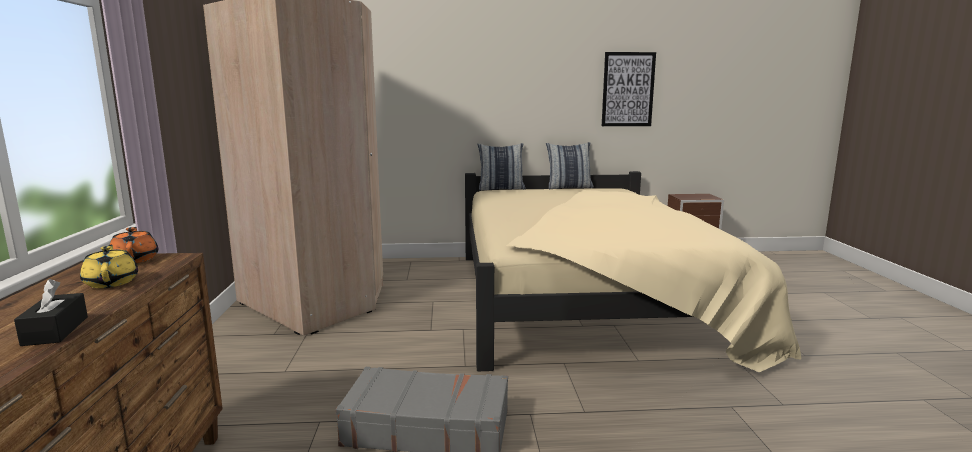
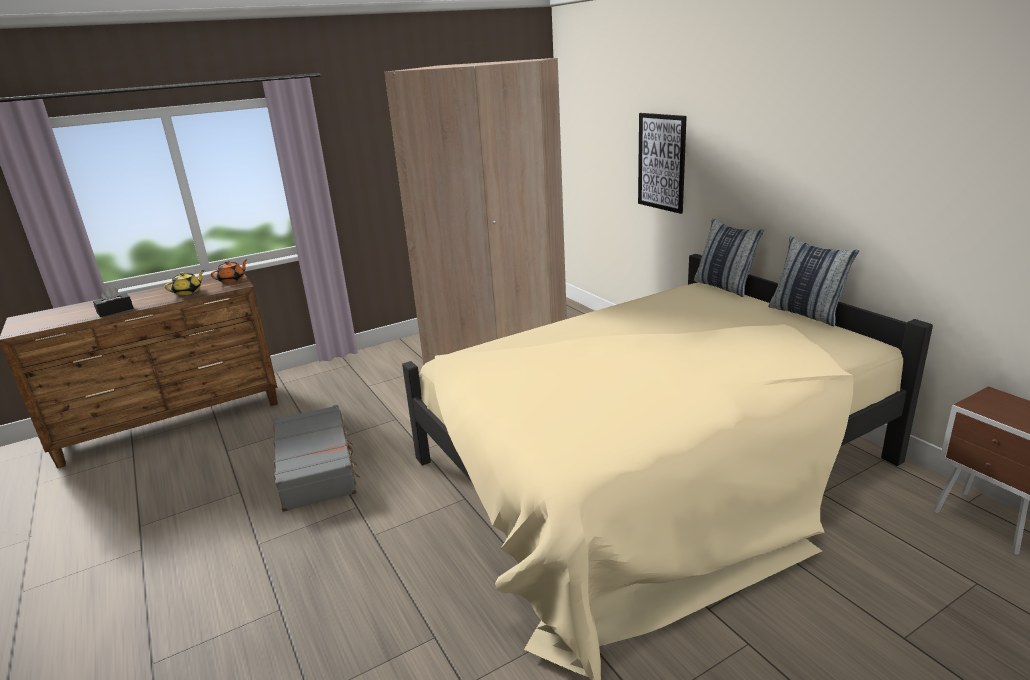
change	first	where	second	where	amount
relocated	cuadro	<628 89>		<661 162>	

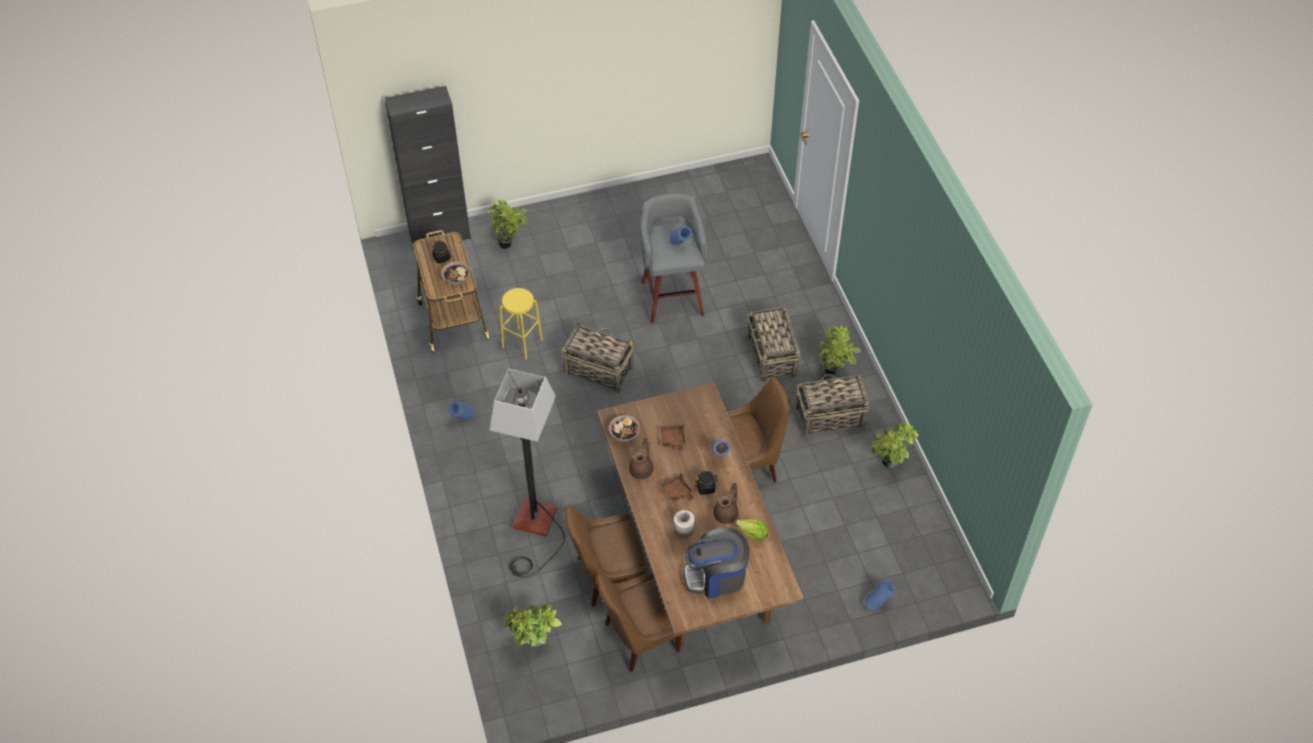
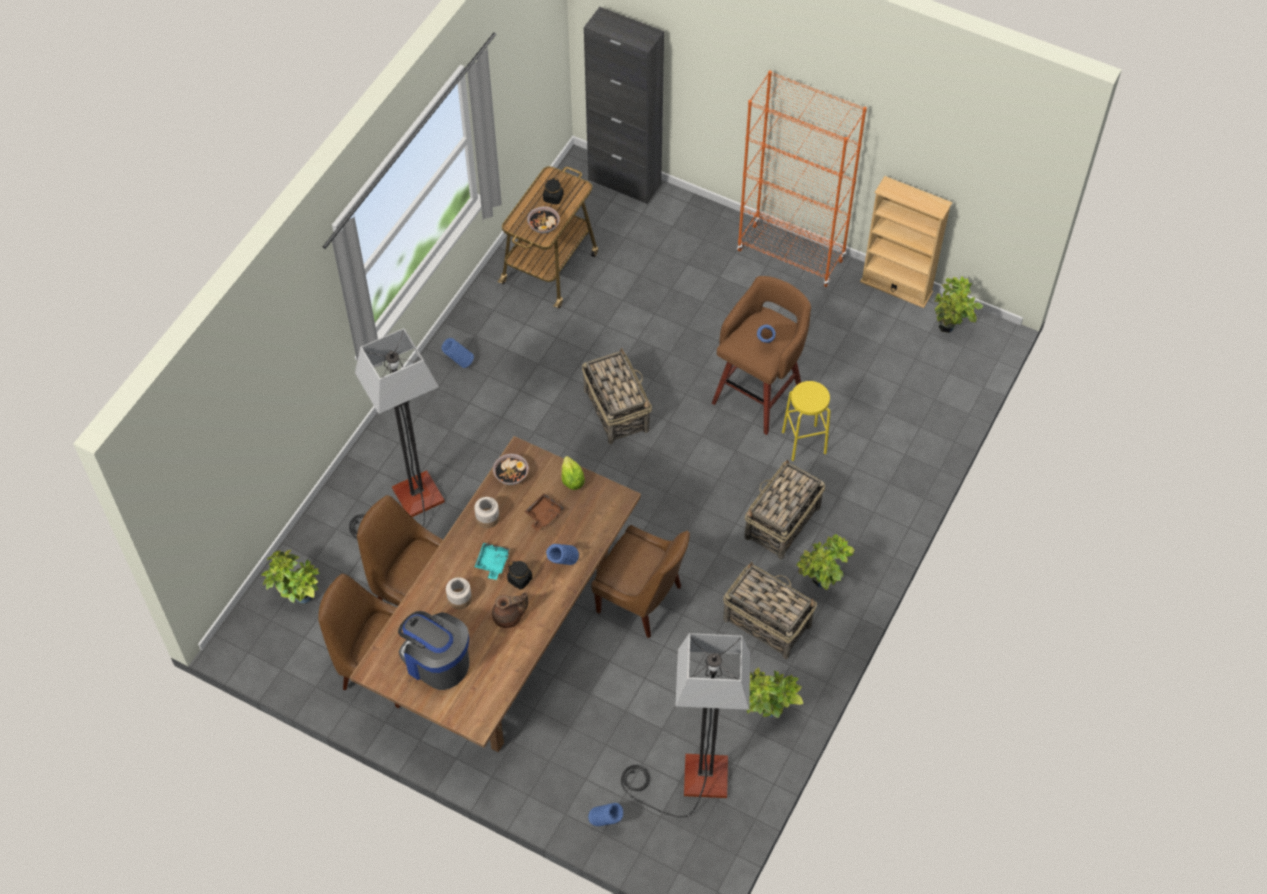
change	first	where	second	where	amount
colour	taburete/gris	<672 297>	taburete/marrón	<759 394>	
relocated	planta en maceta	<509 245>		<949 330>	
relocated	taburete/amarillo	<522 343>		<804 442>	
exchanged	tetera/marrón	<642 469>	tarro	<487 518>	
colour	bandeja/marrón	<677 492>	bandeja/turquesa	<492 563>	
relocated	lechuga	<753 535>		<572 480>	
appeared			estantería/naranja	<791 255>	
appeared			estantería/beis	<896 286>	
appeared			lámpara de pie	<690 780>	

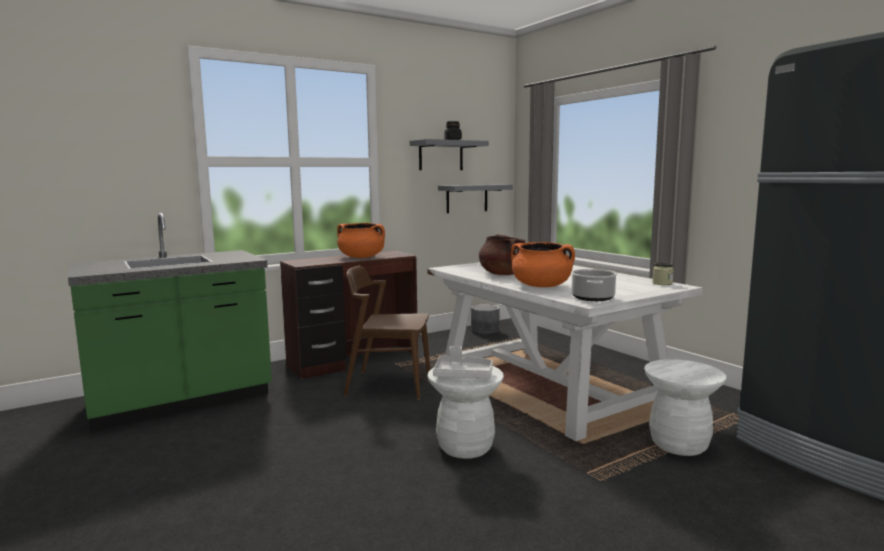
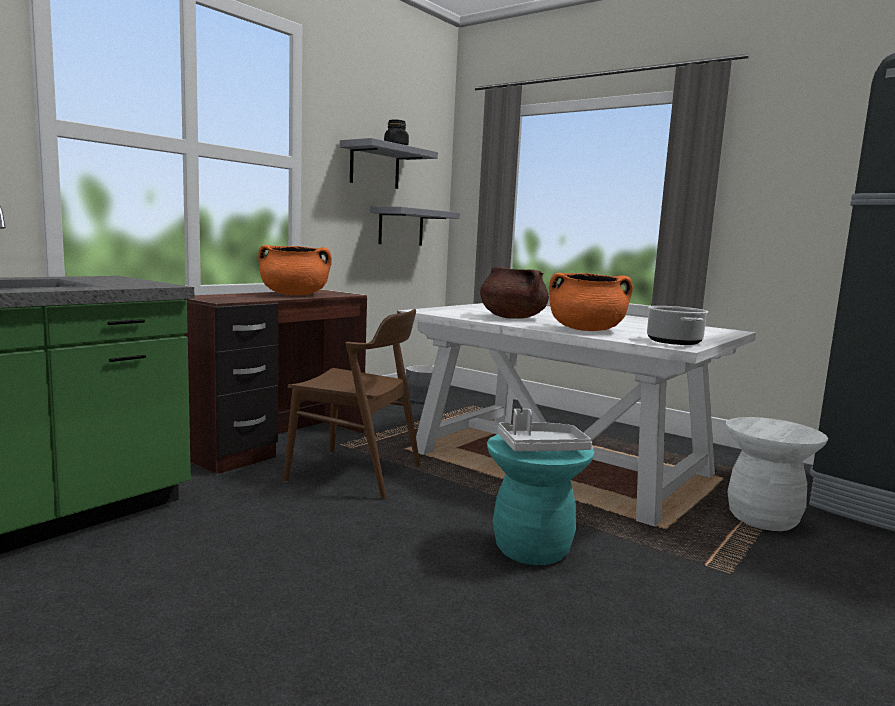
change	first	where	second	where	amount
missing	tarro	<662 283>			
spun	silla/marrón	<388 385>		<355 474>	150 degrees counterclockwise
colour	taburete/blanco	<465 447>	taburete/turquesa	<532 549>	

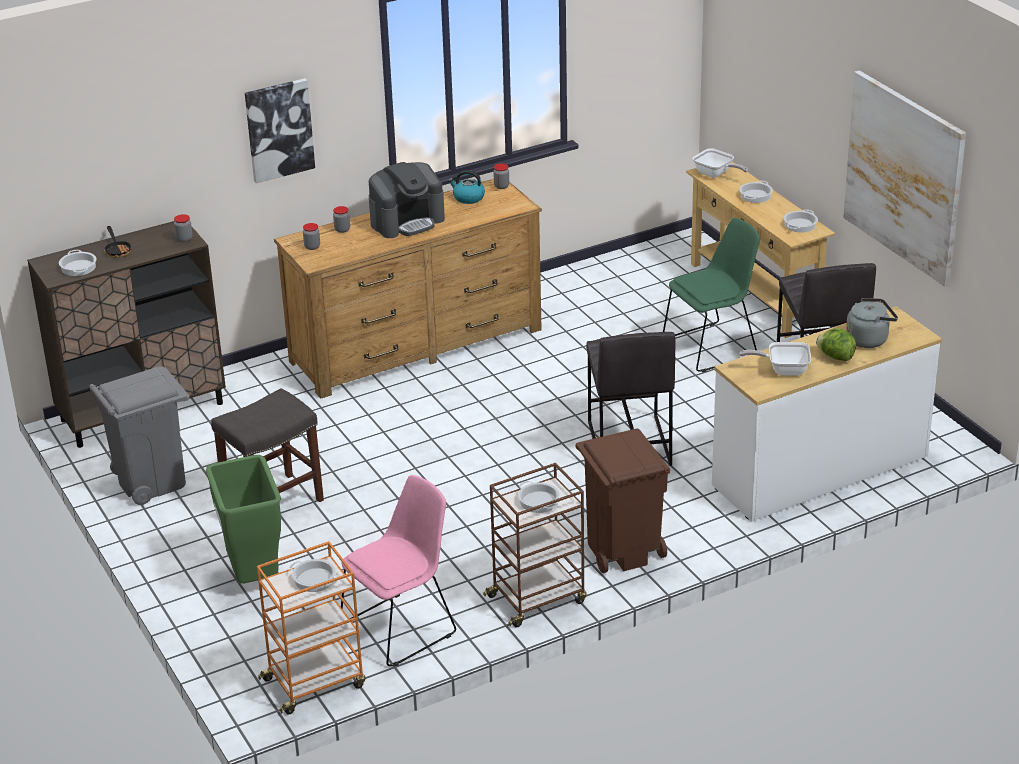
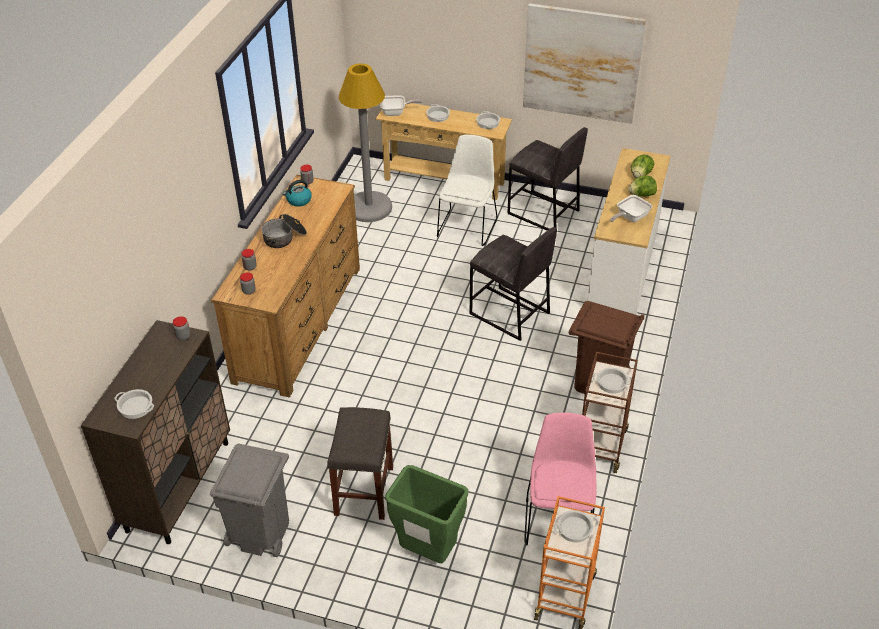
change	first	where	second	where	amount
missing	cuadro	<279 129>			
exchanged	cafetera	<407 221>	olla	<284 238>	
colour	silla/verde	<712 346>	silla/blanco	<467 226>	
missing	sartén	<117 250>			
exchanged	hervidor/gris	<869 339>	lechuga	<640 175>	
appeared			lámpara de pie/gris	<368 207>	

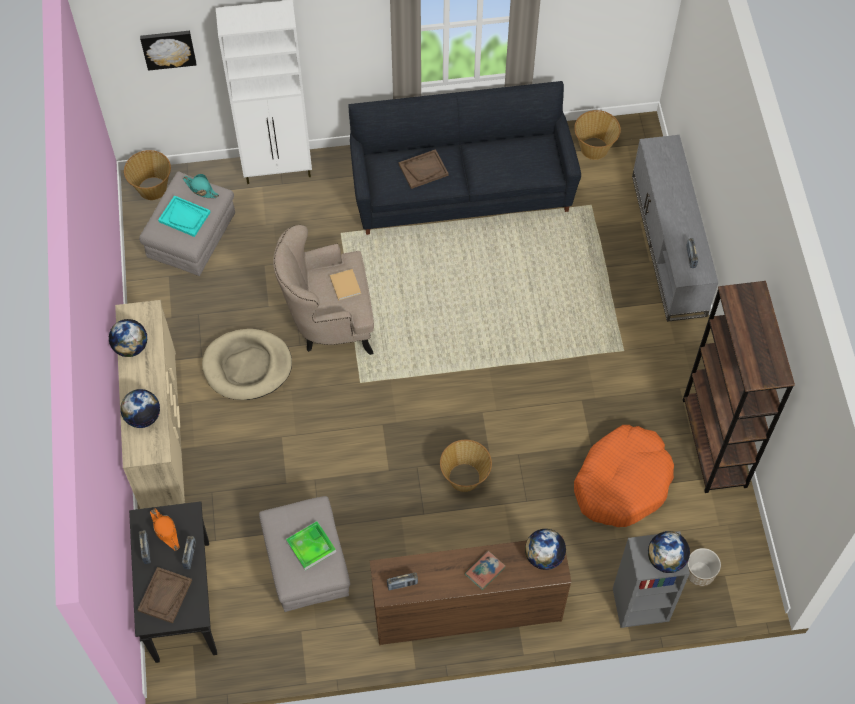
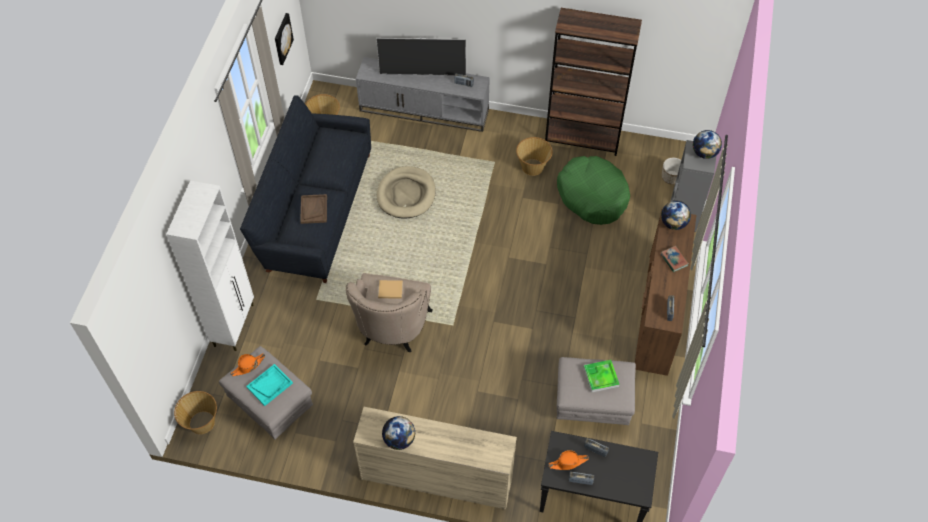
change	first	where	second	where	amount
relocated	cuadro	<168 48>		<282 38>	
colour	sombrero/turquesa	<200 189>	sombrero/naranja	<248 366>	
relocated	cama para perro/beis	<247 366>		<406 194>	
missing	globo terráqueo	<143 416>			
colour	cama para perro/naranja	<622 482>	cama para perro/verde	<592 196>	
relocated	cesta	<465 478>		<533 167>	
missing	bandeja/marrón	<165 595>			
appeared			televisor	<422 74>	

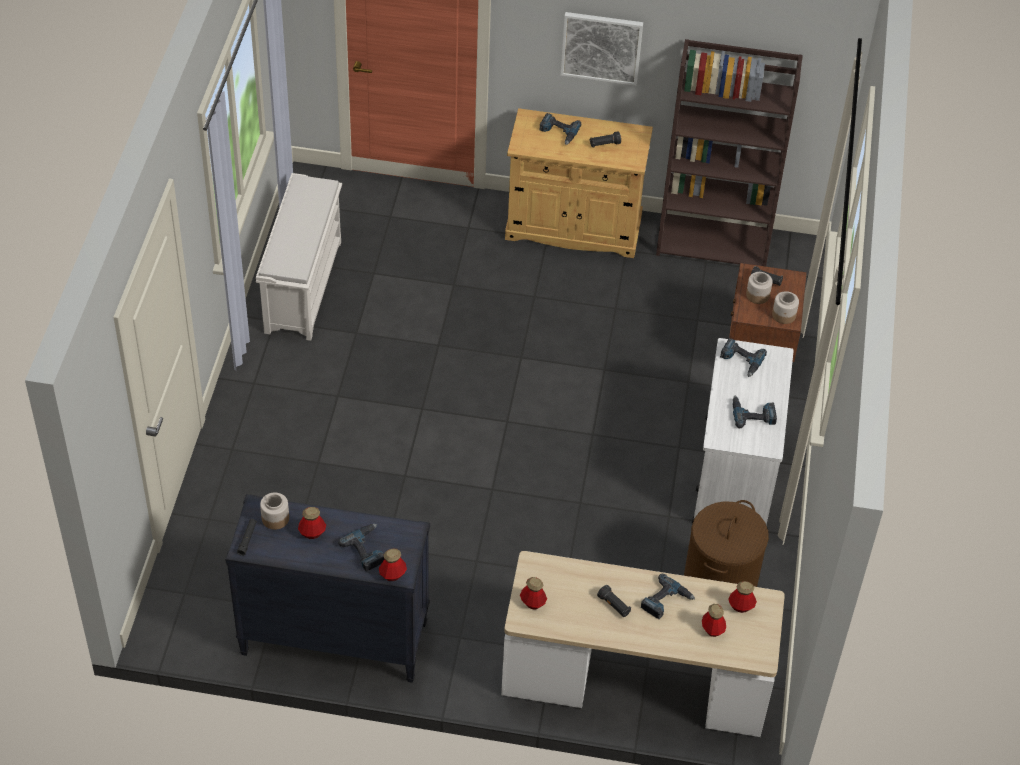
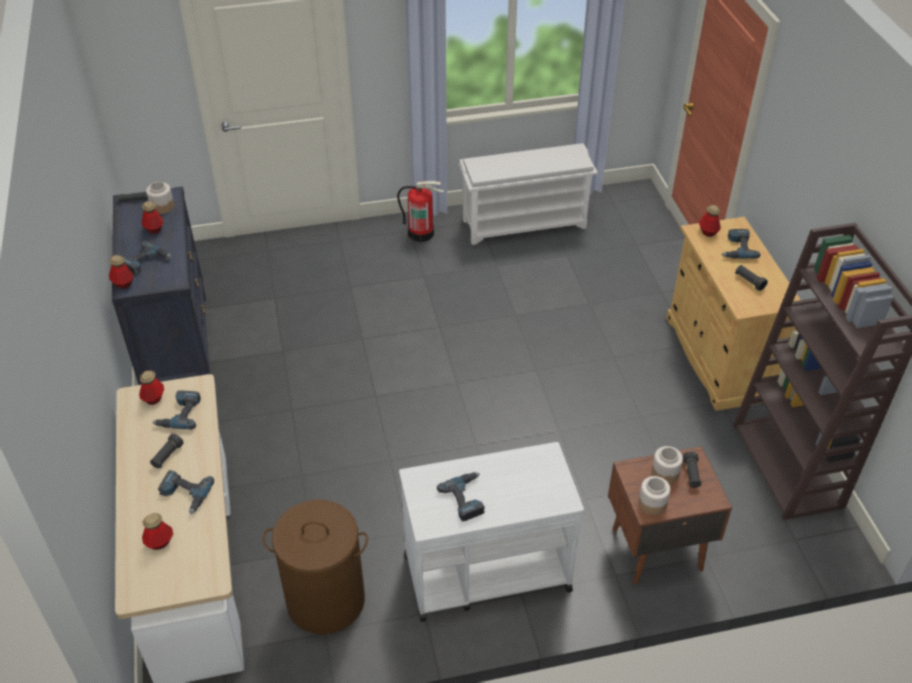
change	first	where	second	where	amount
missing	cuadro	<601 47>			
relocated	taladro	<741 360>		<179 414>	
relocated	botella	<741 606>		<708 232>	
appeared			extintor	<421 233>	

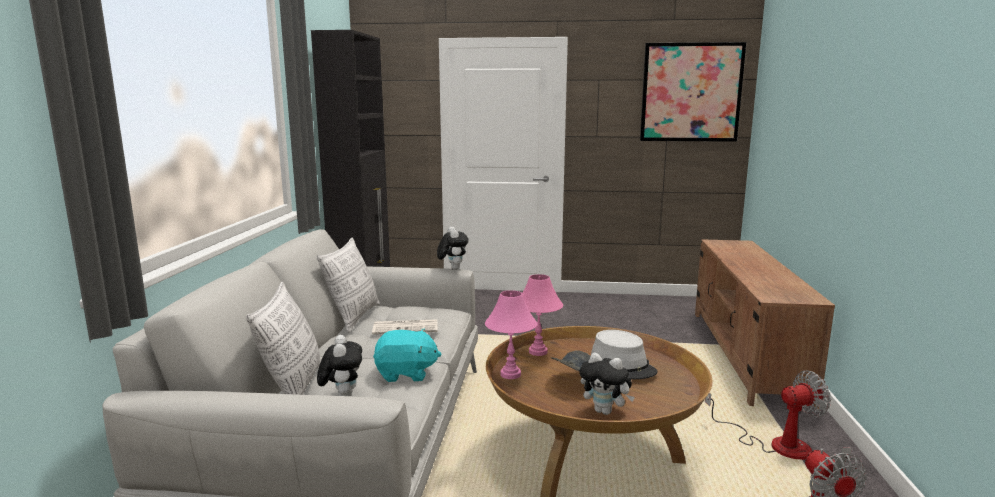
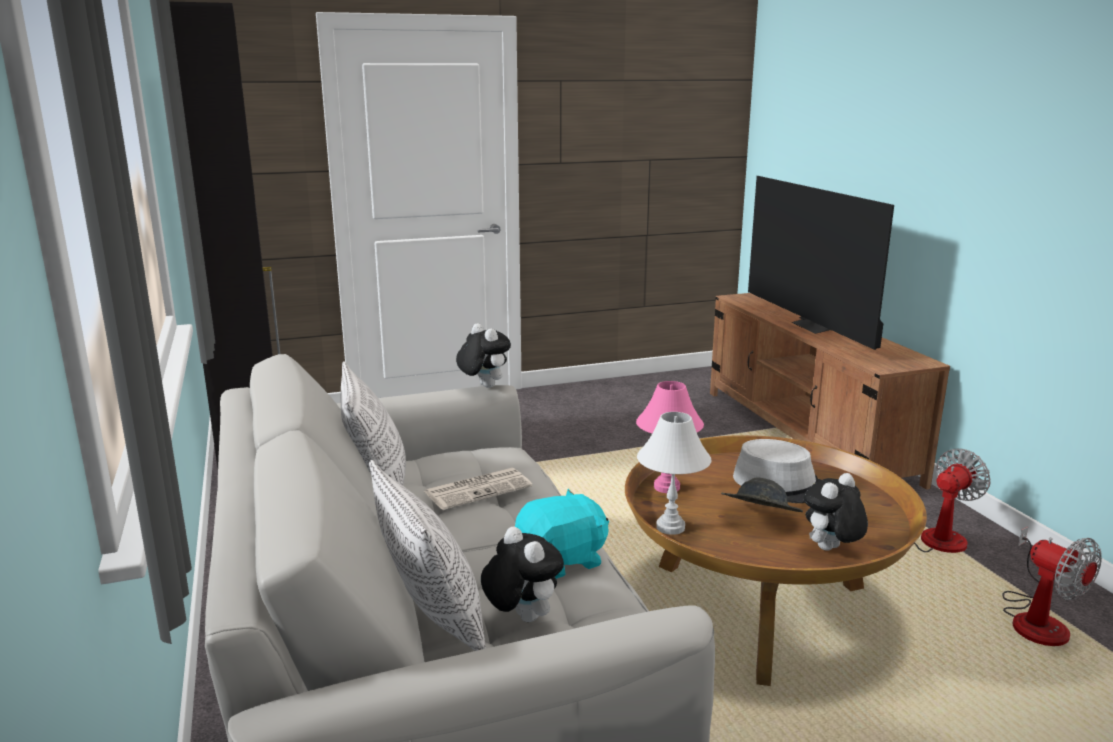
change	first	where	second	where	amount
missing	cuadro	<691 92>			
colour	lámpara de mesa/rosa	<510 374>	lámpara de mesa/blanco	<670 527>	
spun	peluche	<605 411>		<830 550>	135 degrees clockwise
appeared			televisor	<815 326>	

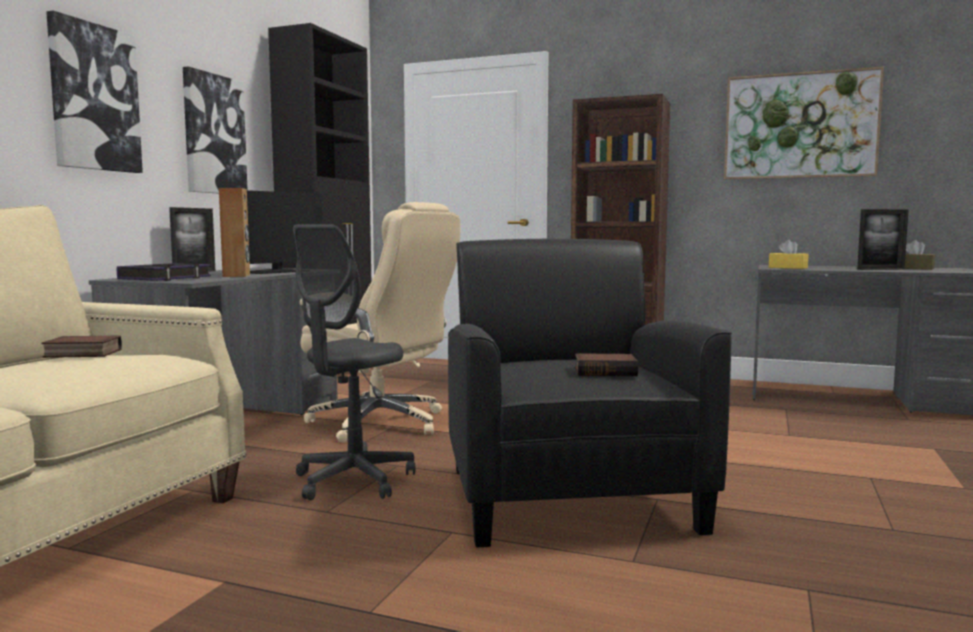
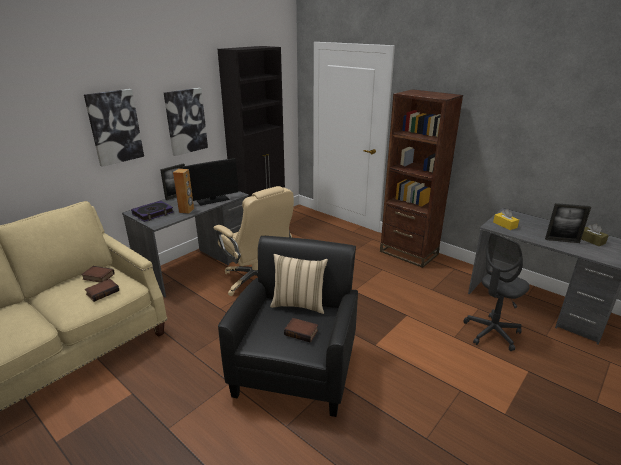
change	first	where	second	where	amount
missing	cuadro	<800 126>			
relocated	silla de oficina/gris	<353 481>		<491 333>	
appeared			cojín/beis	<299 304>	
appeared			libro	<103 292>	

